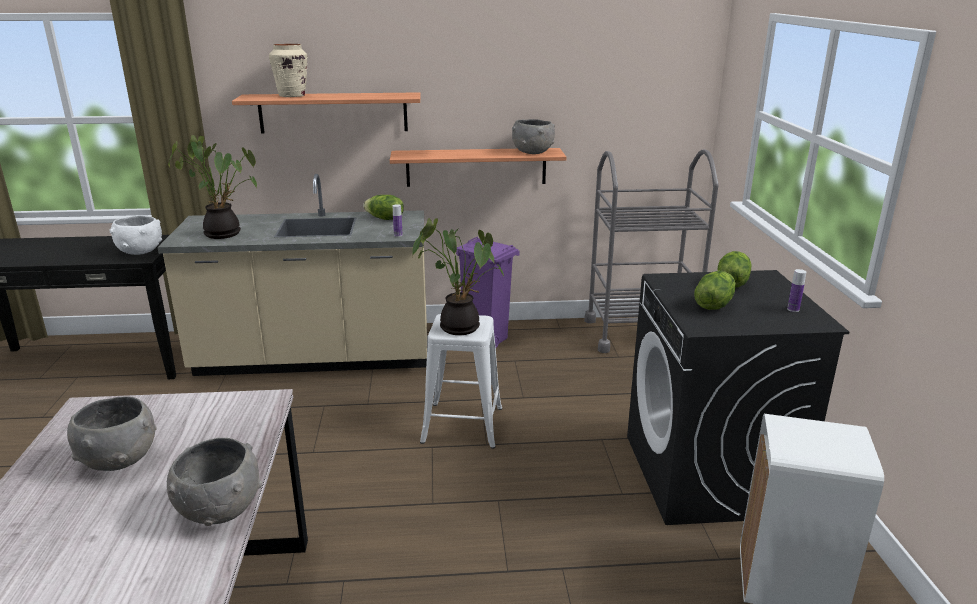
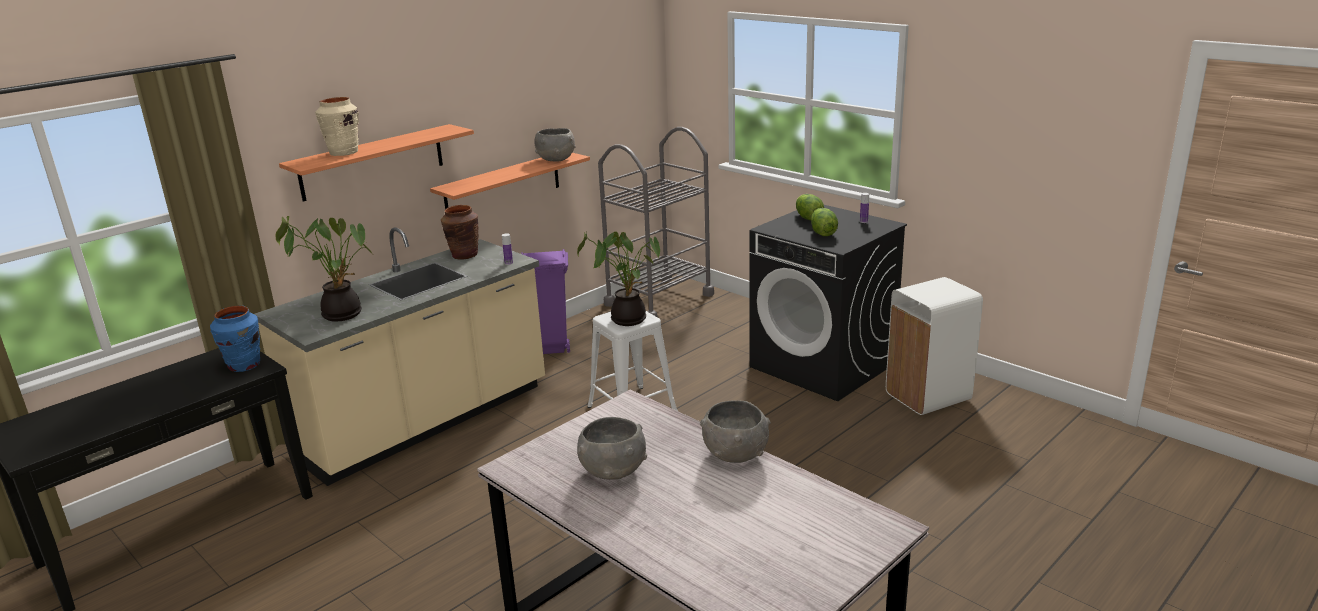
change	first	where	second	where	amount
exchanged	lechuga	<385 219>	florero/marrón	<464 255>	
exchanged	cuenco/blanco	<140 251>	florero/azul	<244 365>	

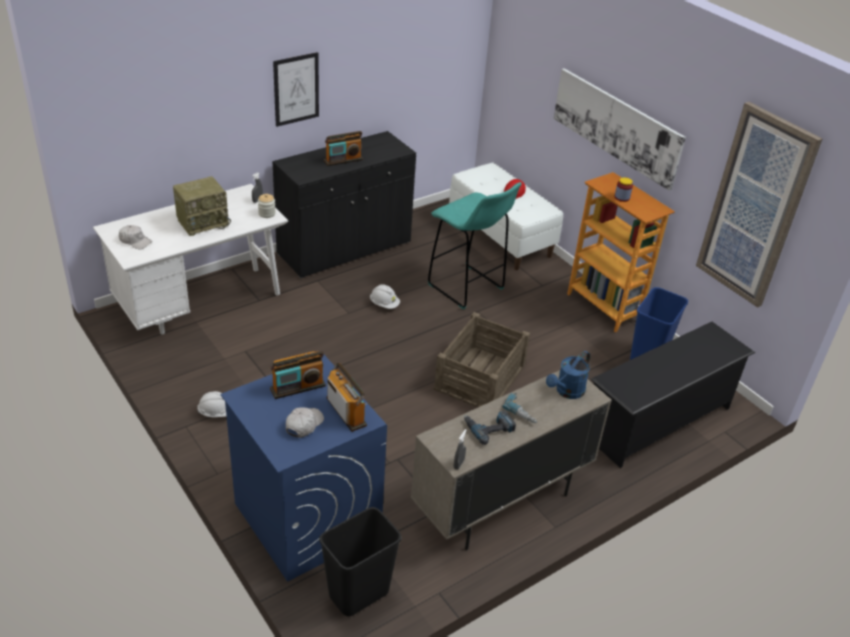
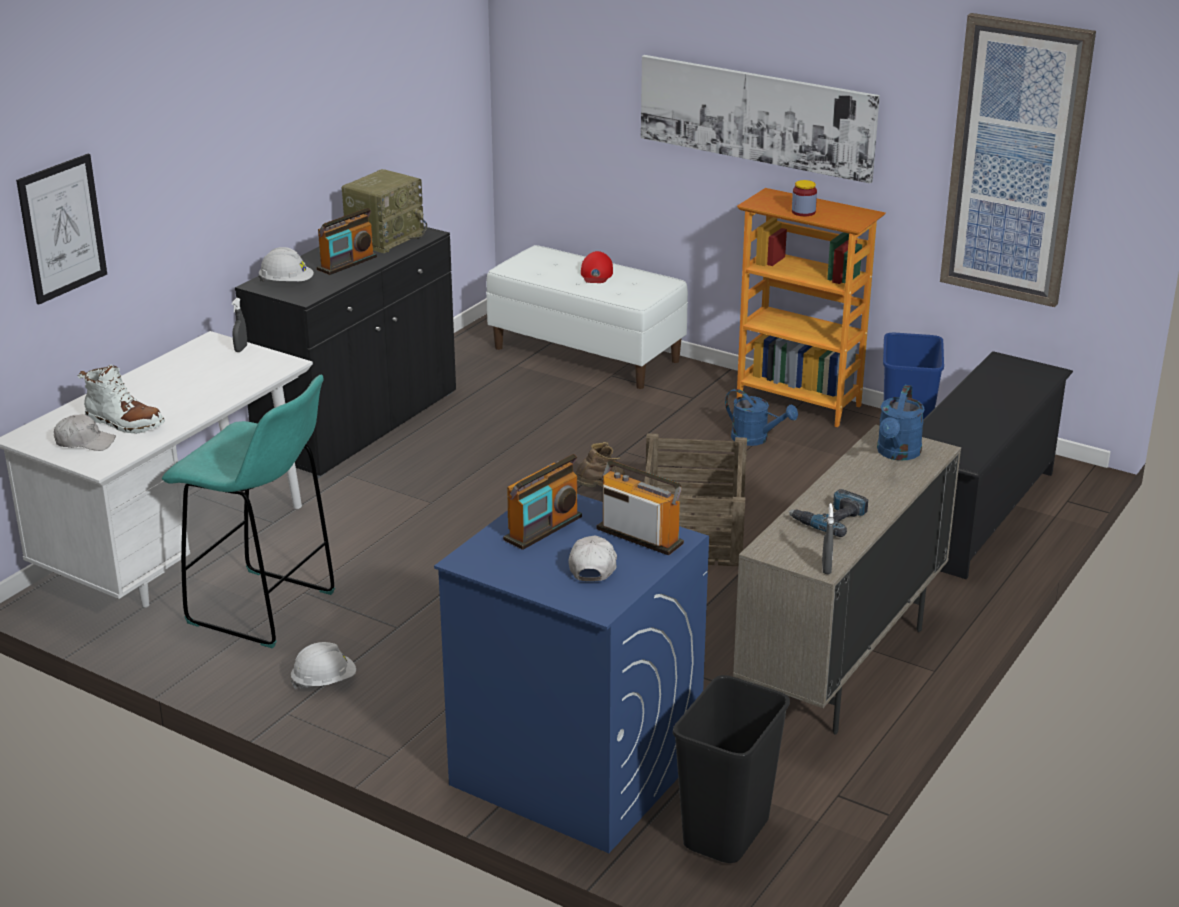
change	first	where	second	where	amount
relocated	cuadro	<296 89>		<62 228>	
relocated	radio	<203 222>		<385 238>	
relocated	taburete/turquesa	<467 288>		<265 609>	
missing	tarro	<267 213>			
relocated	casco/blanco	<384 304>		<287 283>	
missing	taladro	<522 411>			
appeared			bota/blanco	<124 423>	
appeared			regadera/azul	<756 439>	
appeared			bota/marrón	<600 490>	

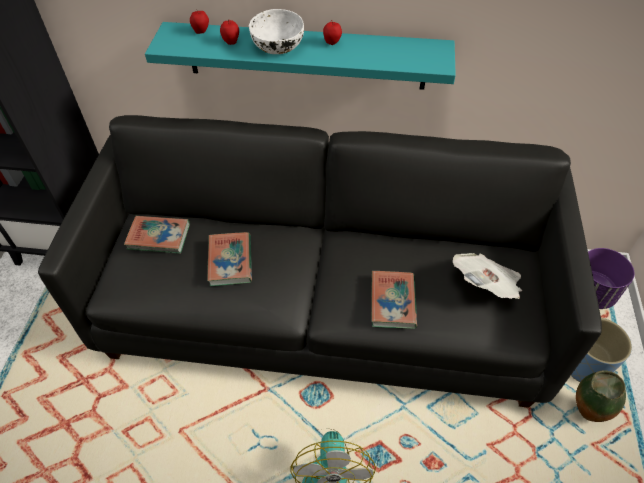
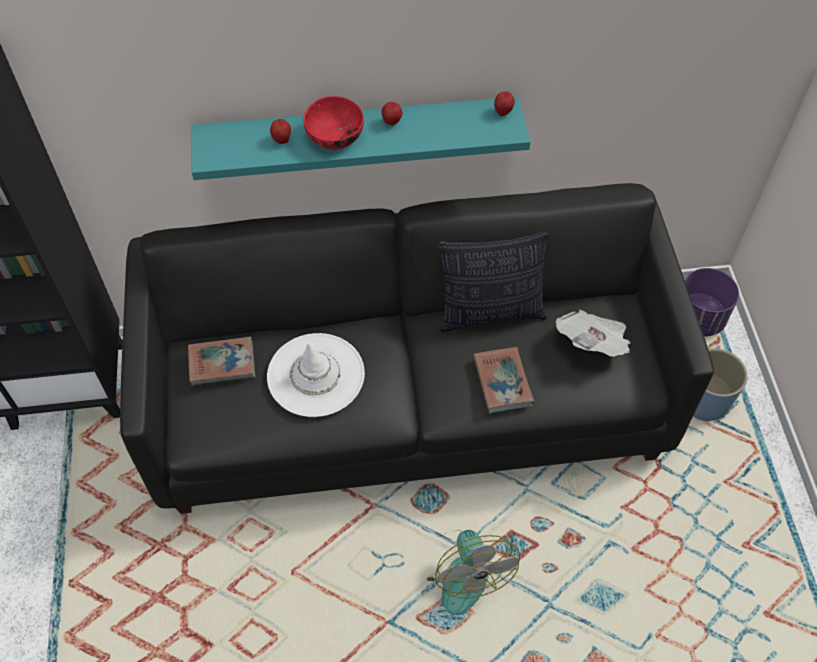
change	first	where	second	where	amount
relocated	manzana	<201 32>		<503 112>	
colour	cuenco/blanco	<277 46>	cuenco/rojo	<334 137>	
exchanged	libro	<230 261>	sombrero/blanco	<316 375>	
missing	florero	<585 413>			
appeared			cojín	<490 313>	

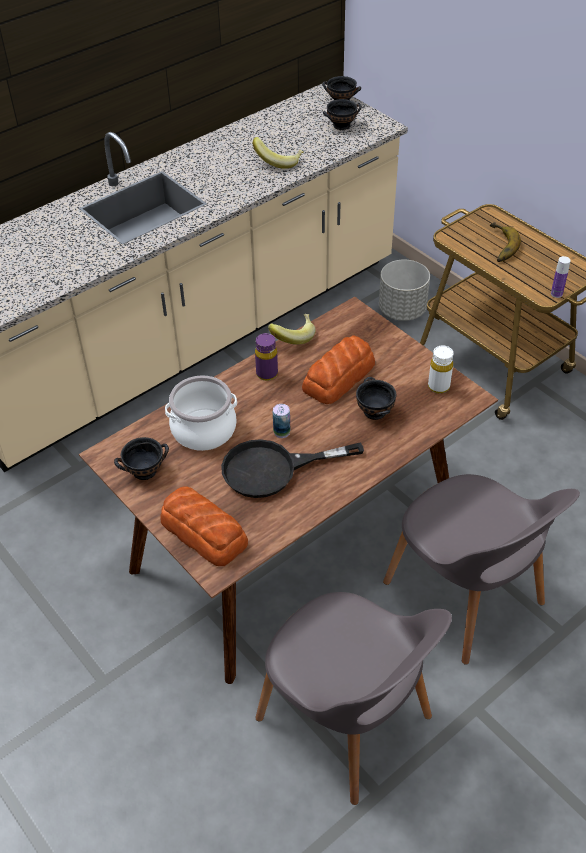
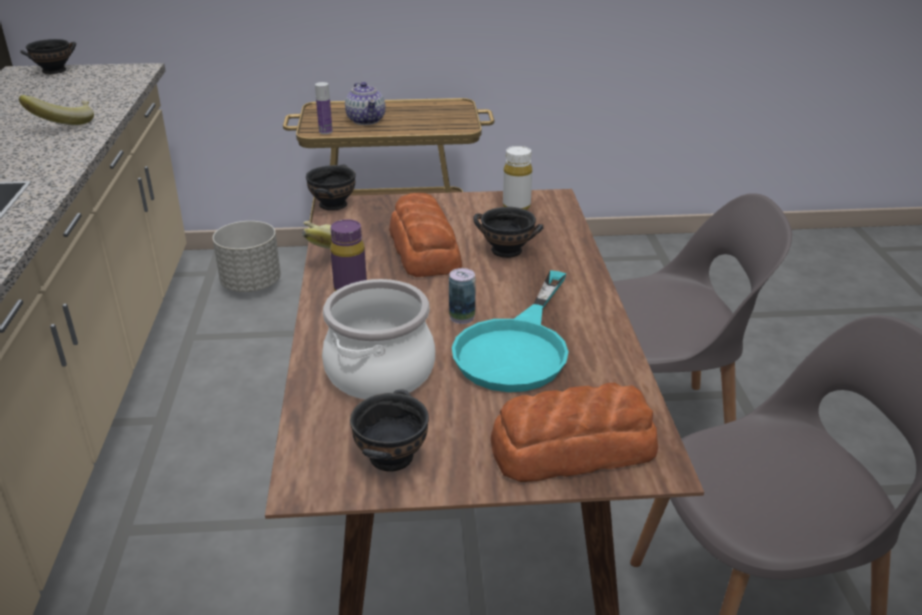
change	first	where	second	where	amount
relocated	cuenco/negro	<342 125>		<334 204>	
exchanged	plátano	<498 246>	tetera	<366 120>	
relocated	botella	<556 294>		<325 131>	
colour	sartén/negro	<273 469>	sartén/turquesa	<517 347>	

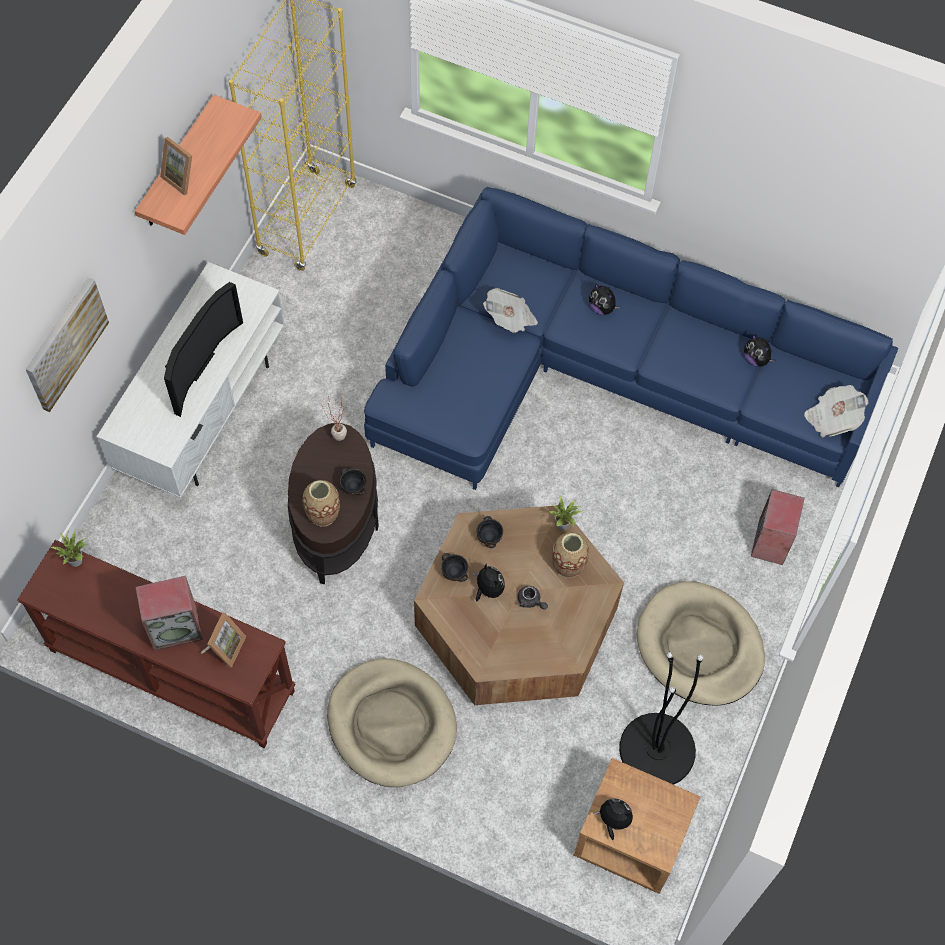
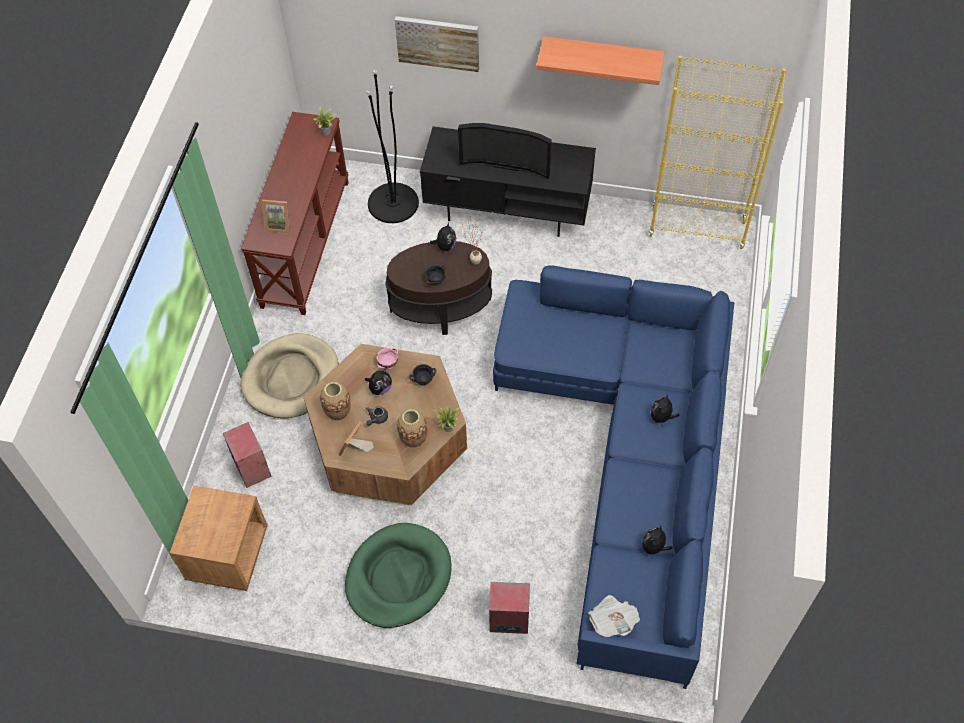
change	first	where	second	where	amount
relocated	portarretratos	<182 178>		<355 448>	
colour	mueble de televisión/blanco	<203 411>	mueble de televisión/negro	<509 208>	
missing	periódico	<510 319>			
relocated	florero	<323 514>		<338 411>	
colour	cuenco/negro	<454 573>	cuenco/rosa	<388 364>	
relocated	altavoz	<176 627>		<253 468>	
colour	cama para perro/beis	<699 646>	cama para perro/verde	<398 577>	
relocated	lámpara de pie/negro	<657 750>		<393 203>	
relocated	peluche	<613 820>		<445 246>	

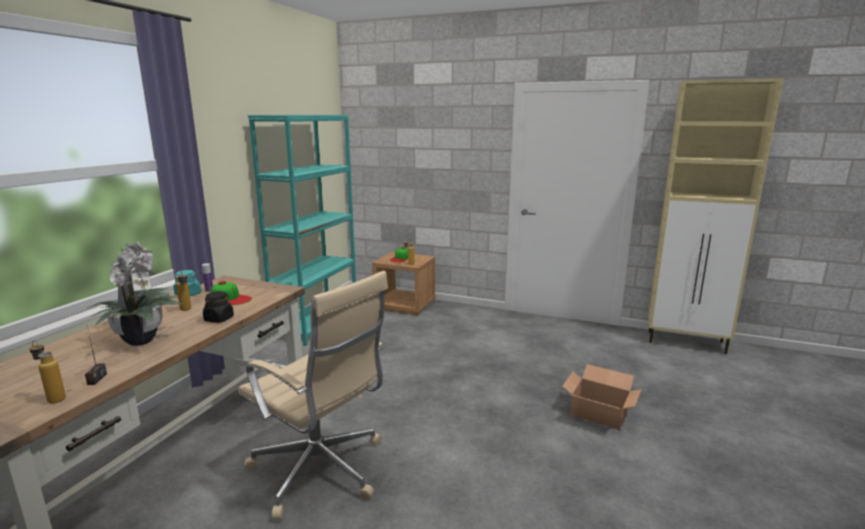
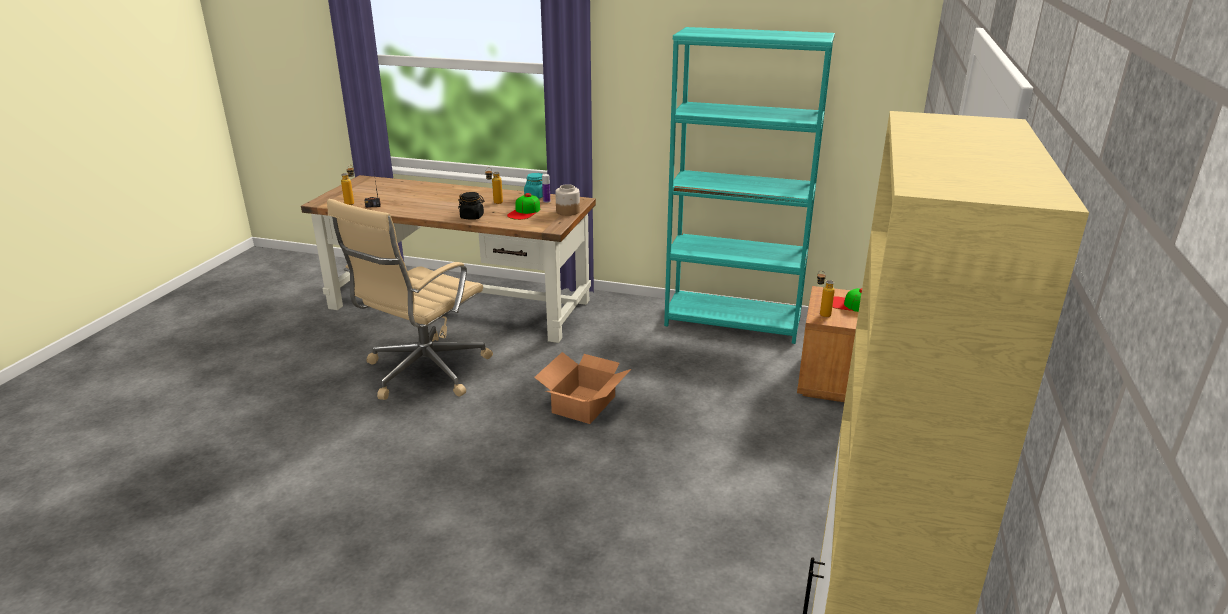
change	first	where	second	where	amount
missing	planta en maceta	<142 339>			
relocated	caja de cartón	<598 412>		<585 404>	
appeared			tarro	<567 211>	

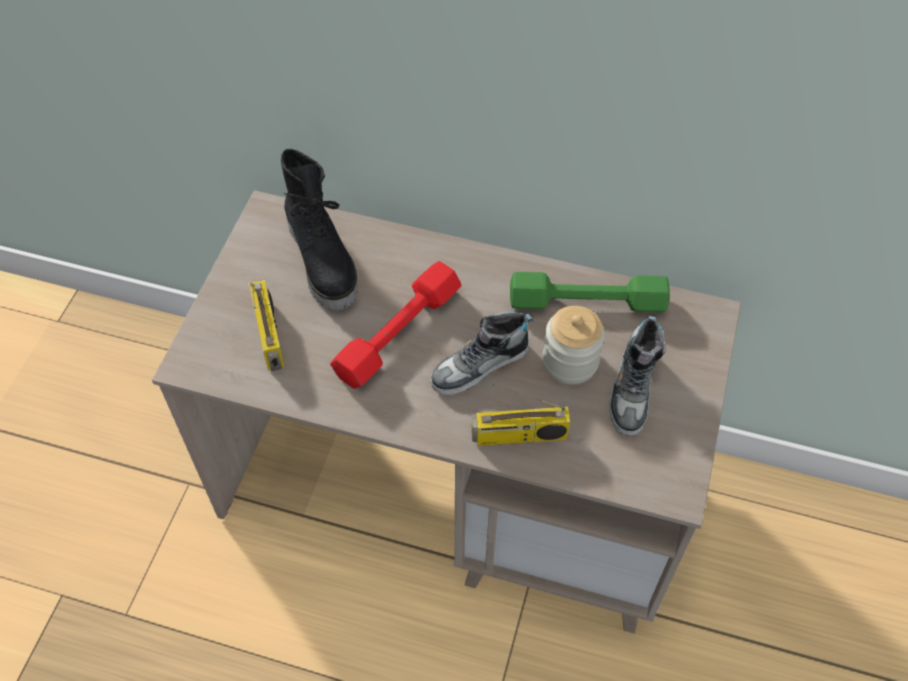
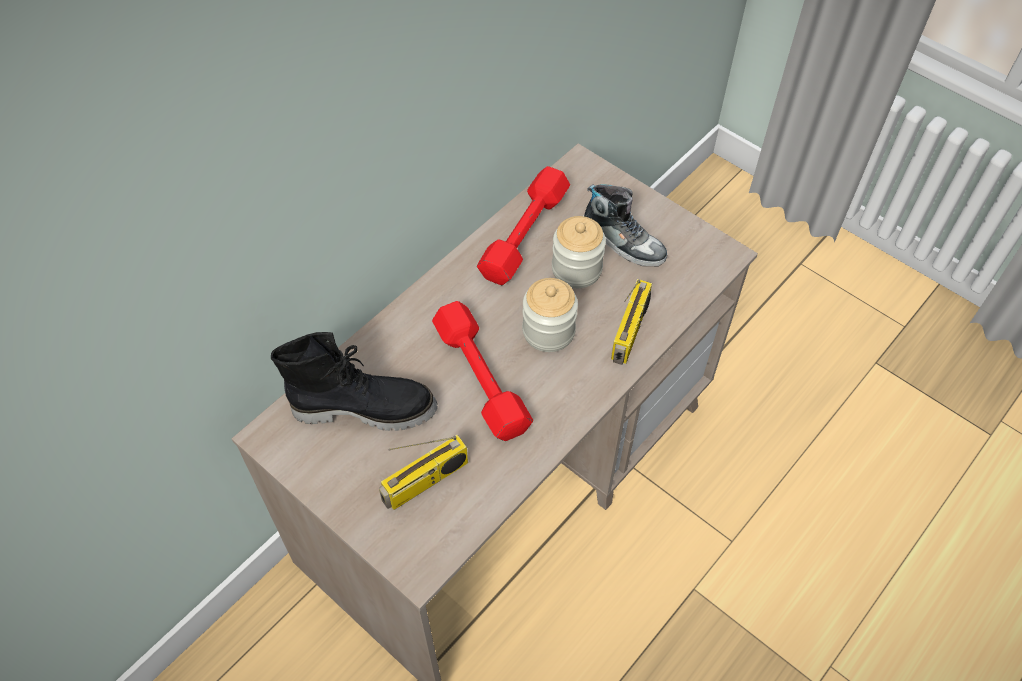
change	first	where	second	where	amount
colour	mancuerna/verde	<587 301>	mancuerna/rojo	<524 233>	
spun	radio	<270 335>		<425 482>	135 degrees clockwise
exchanged	zapato	<480 366>	tarro	<548 331>	

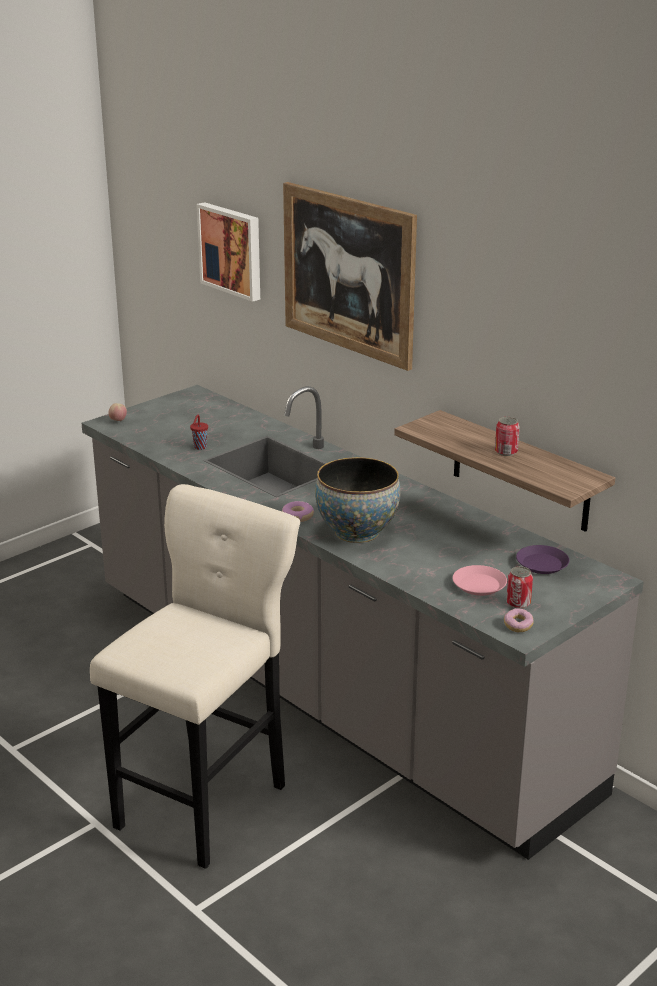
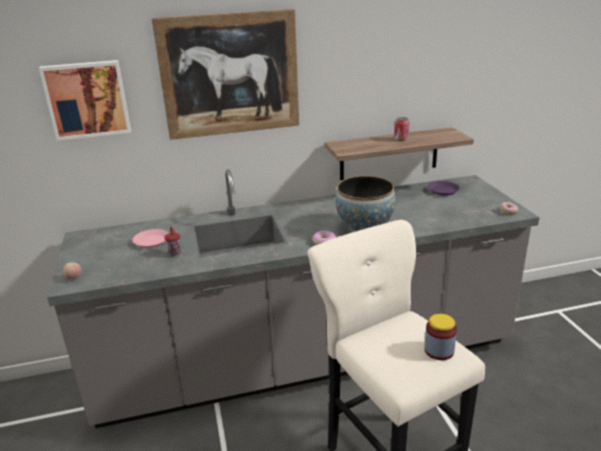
change	first	where	second	where	amount
relocated	plato/rosa	<479 585>		<151 241>	
missing	lata	<518 603>			
appeared			tarro	<439 350>	

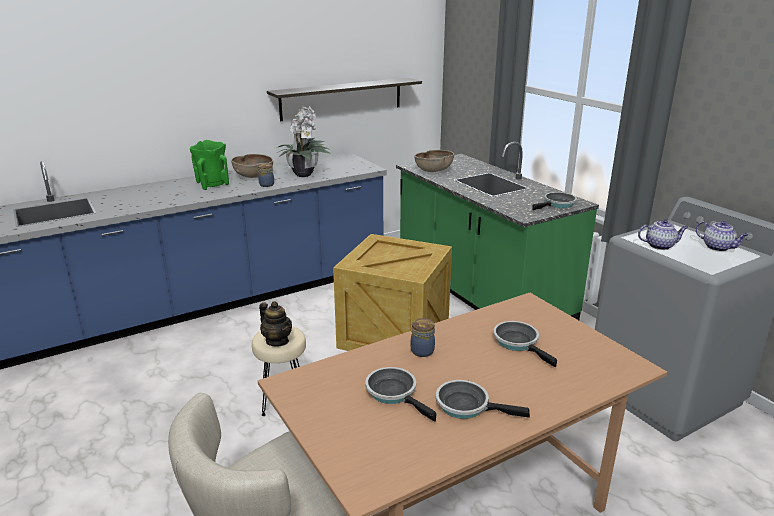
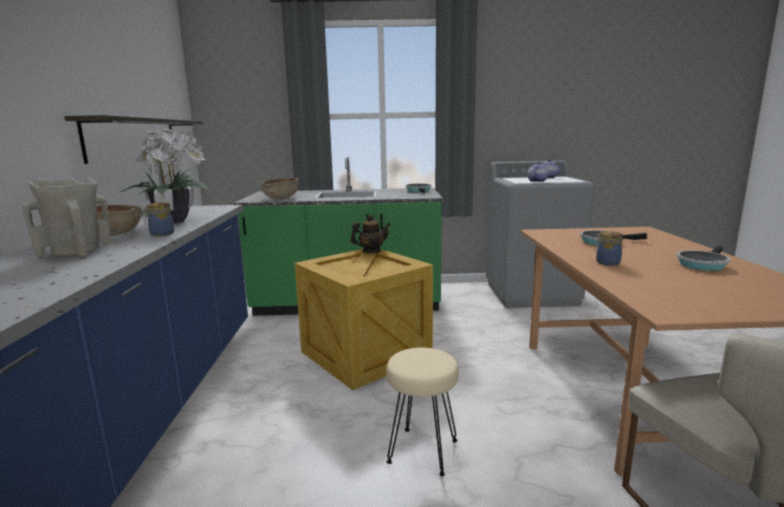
change	first	where	second	where	amount
colour	florero/verde	<212 185>	florero/beis	<76 252>	
relocated	tetera	<277 341>		<371 251>	
missing	sartén	<394 393>			

